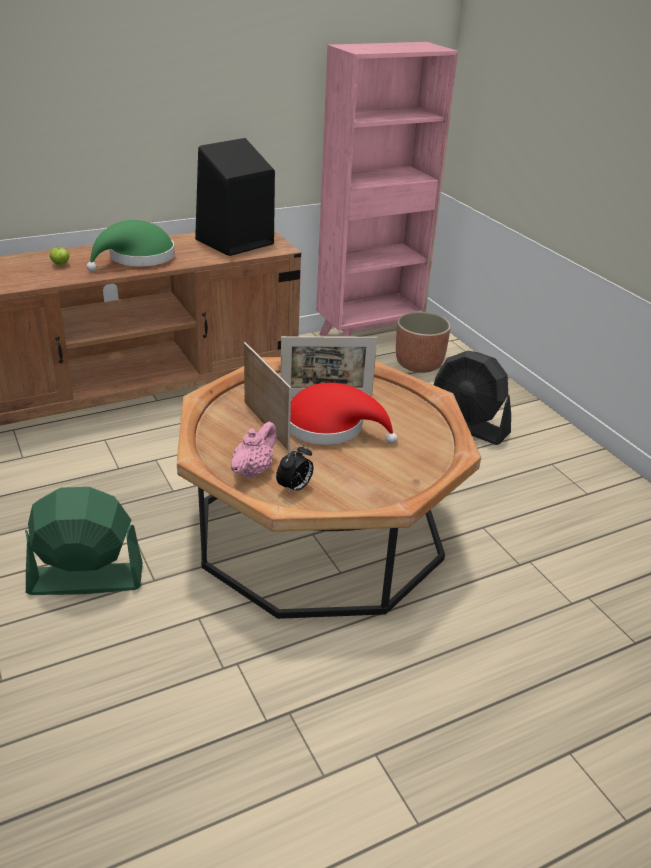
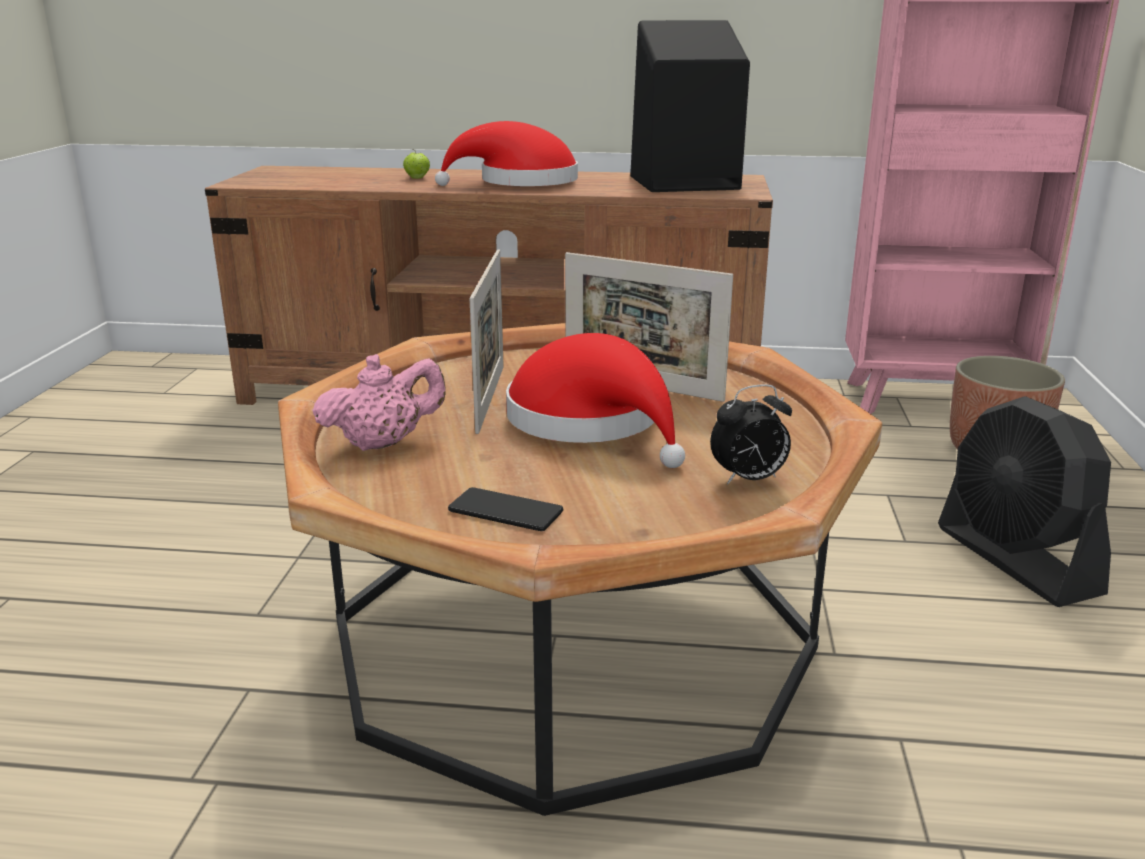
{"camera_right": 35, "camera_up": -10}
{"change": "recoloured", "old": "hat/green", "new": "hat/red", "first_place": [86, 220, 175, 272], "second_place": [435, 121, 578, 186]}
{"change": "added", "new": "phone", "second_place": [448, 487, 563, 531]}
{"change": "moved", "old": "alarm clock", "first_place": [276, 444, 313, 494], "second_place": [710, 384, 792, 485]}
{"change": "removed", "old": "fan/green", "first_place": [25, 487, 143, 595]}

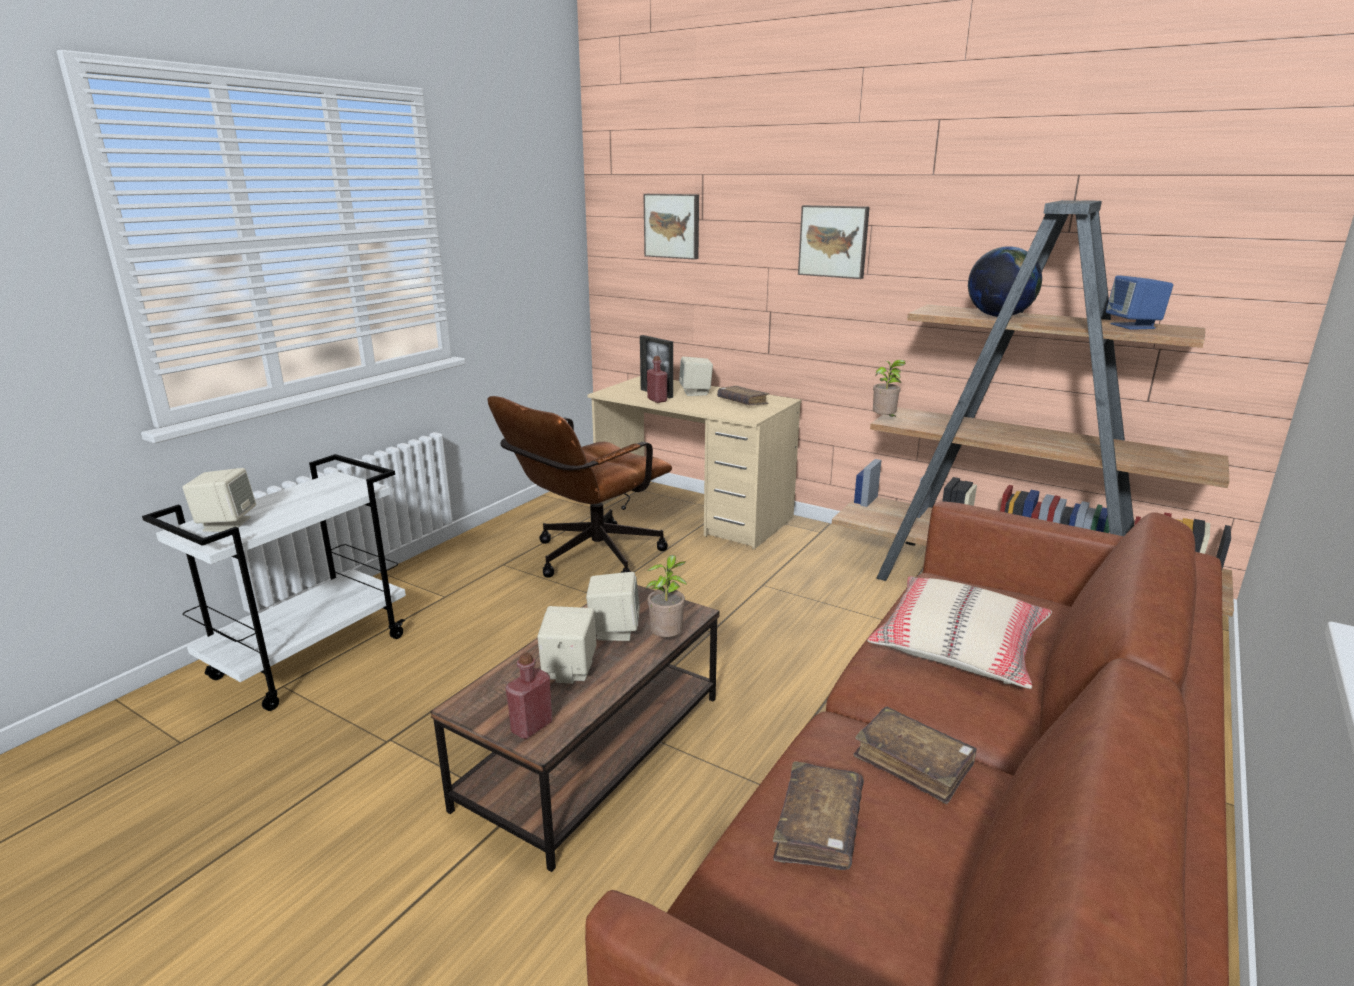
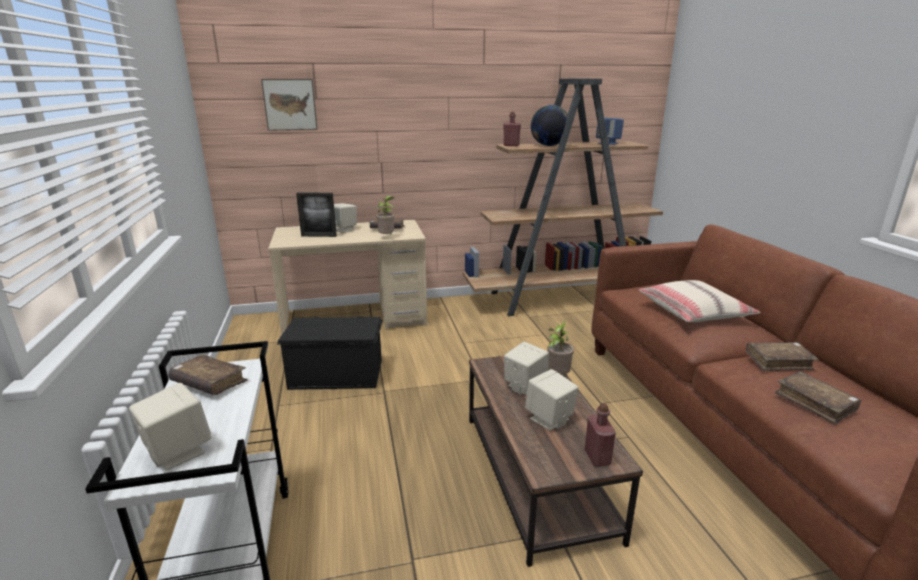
{"camera_right": -45, "camera_up": 0}
{"change": "added", "new": "book/brown", "second_place": [168, 354, 247, 395]}
{"change": "replaced", "old": "office chair/brown", "new": "storage box/black", "first_place": [488, 396, 672, 578], "second_place": [277, 316, 383, 390]}
{"change": "moved", "old": "potted plant", "first_place": [873, 360, 906, 417], "second_place": [375, 196, 395, 234]}
{"change": "moved", "old": "bottle/red", "first_place": [647, 356, 667, 403], "second_place": [503, 112, 521, 146]}
{"change": "removed", "old": "picture", "first_place": [798, 205, 870, 279]}

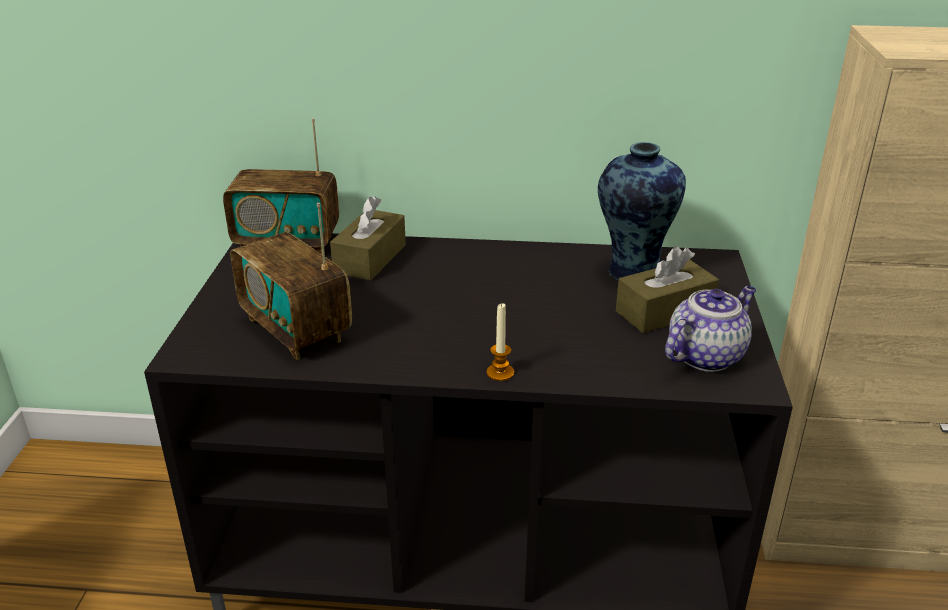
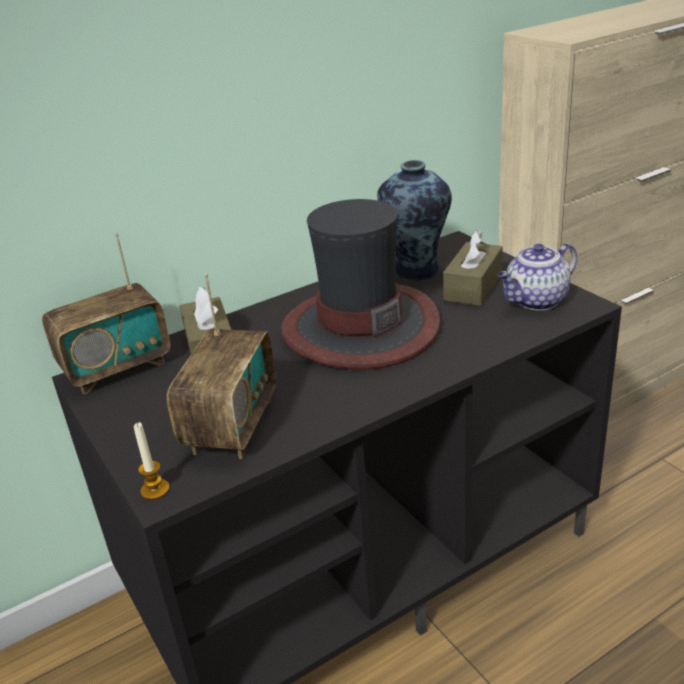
{"camera_right": -35, "camera_up": 0}
{"change": "moved", "old": "candle", "first_place": [487, 303, 514, 381], "second_place": [134, 422, 169, 500]}
{"change": "turned", "old": "radio", "first_place": [230, 203, 352, 360], "second_place": [167, 273, 276, 459], "degrees": -90}
{"change": "added", "new": "hat", "second_place": [281, 199, 441, 370]}
{"change": "turned", "old": "teapot", "first_place": [665, 286, 756, 372], "second_place": [498, 243, 577, 310], "degrees": -135}

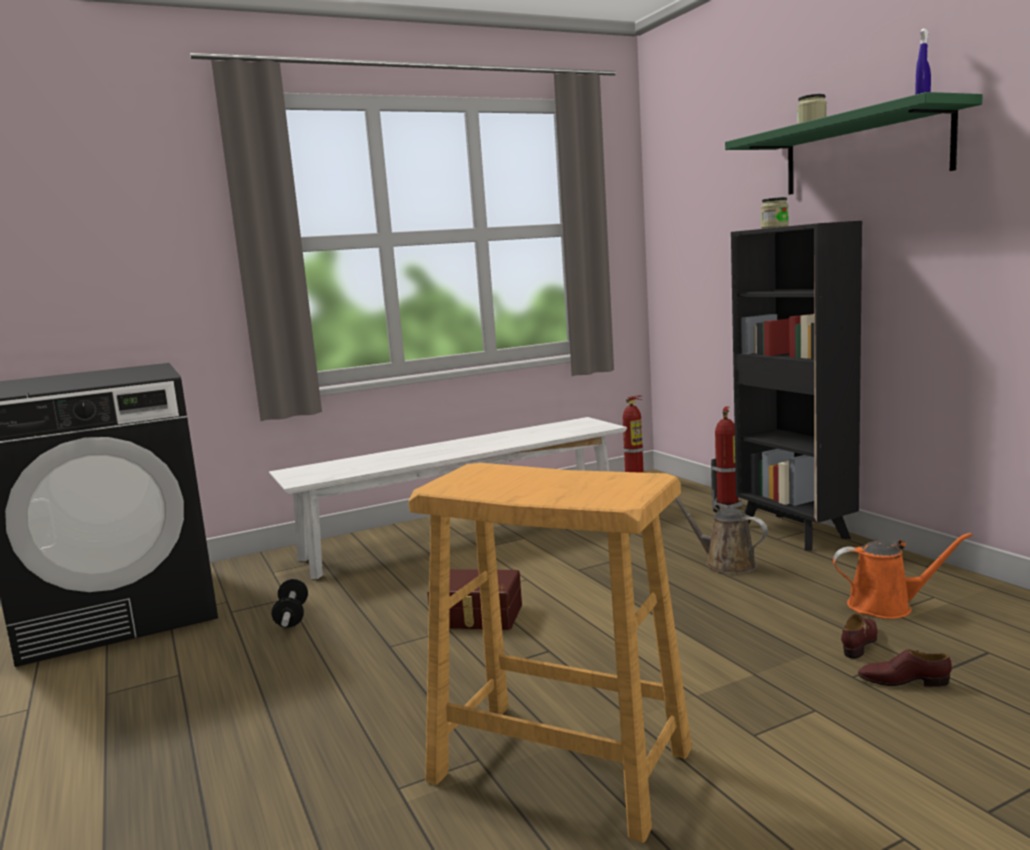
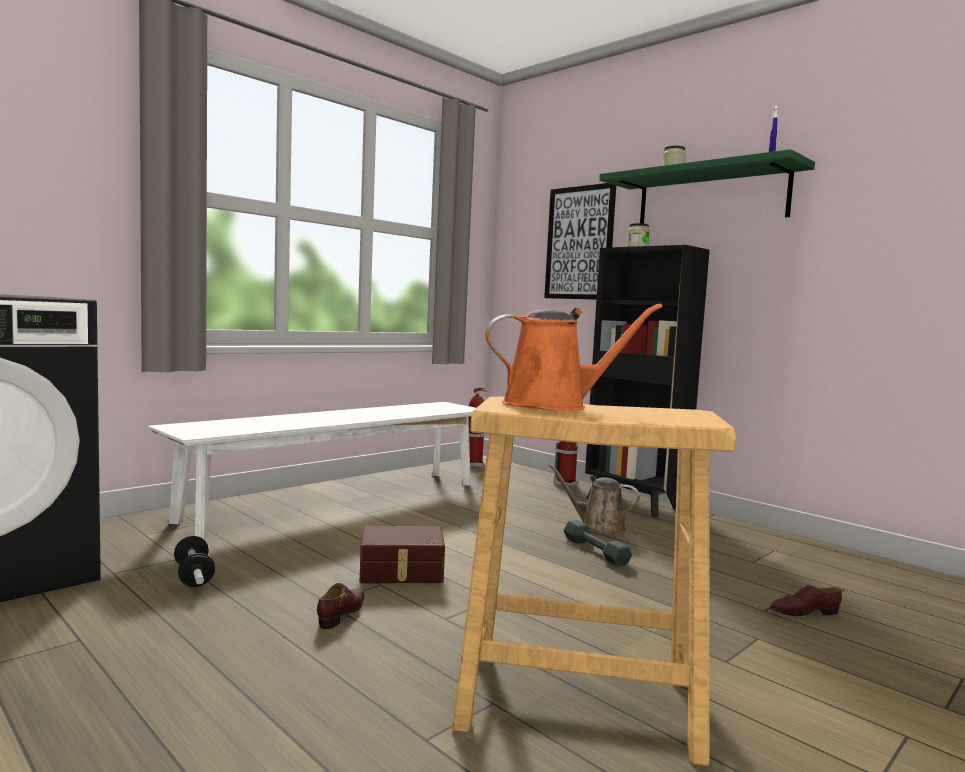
{"camera_right": -20, "camera_up": -5}
{"change": "moved", "old": "shoe/brown", "first_place": [841, 614, 878, 659], "second_place": [317, 583, 365, 629]}
{"change": "moved", "old": "watering can/orange", "first_place": [833, 533, 972, 619], "second_place": [485, 304, 662, 411]}
{"change": "added", "new": "picture", "second_place": [544, 183, 616, 300]}
{"change": "added", "new": "dumbbell/grey", "second_place": [564, 520, 632, 566]}

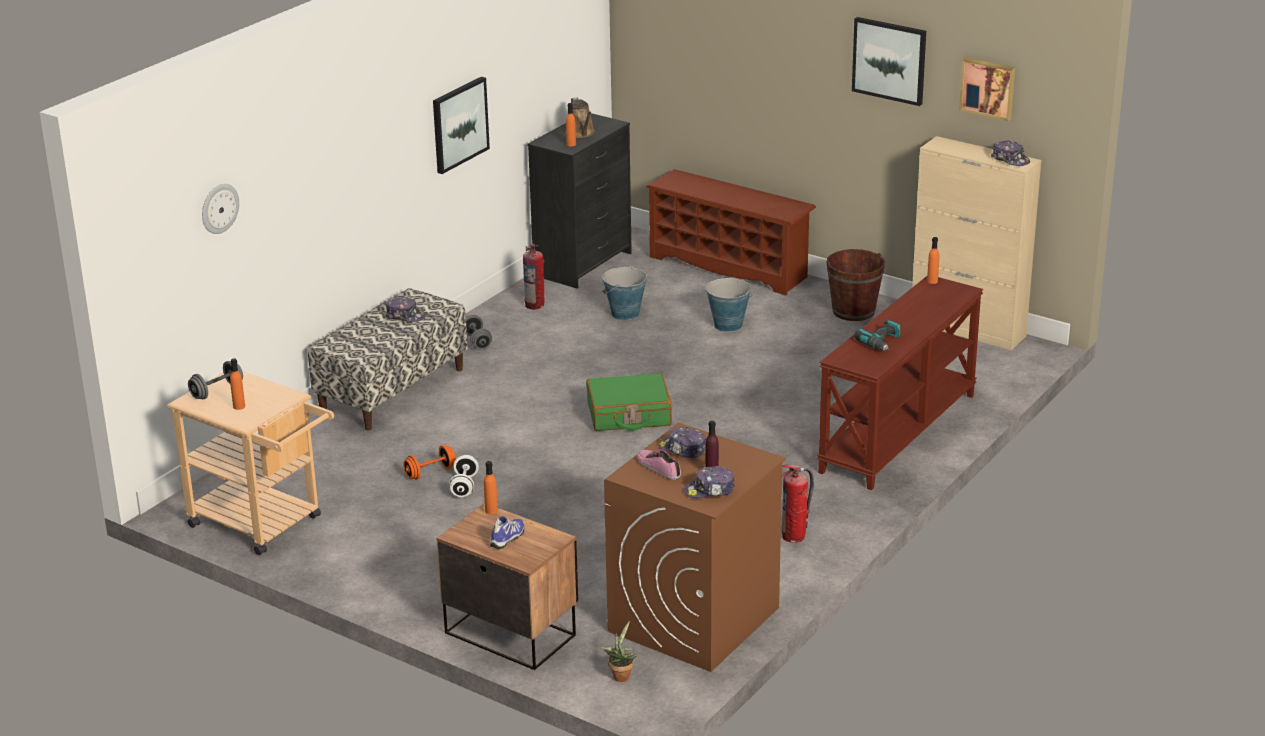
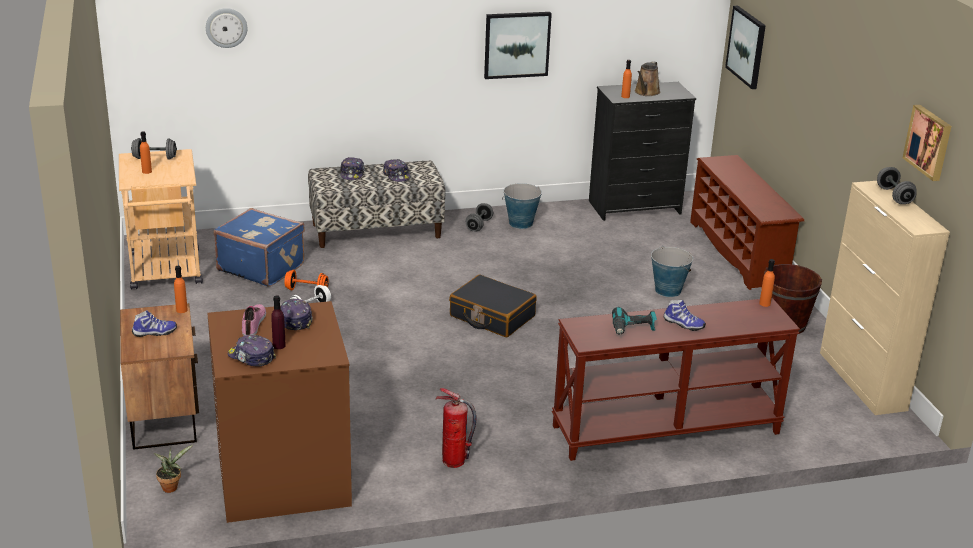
{"camera_right": 40, "camera_up": 0}
{"change": "added", "new": "suitcase/blue", "second_place": [214, 208, 305, 287]}
{"change": "moved", "old": "cap", "first_place": [991, 140, 1030, 166], "second_place": [340, 157, 365, 180]}
{"change": "recoloured", "old": "suitcase/green", "new": "suitcase/black", "first_place": [586, 373, 672, 431], "second_place": [449, 275, 537, 337]}
{"change": "moved", "old": "bucket", "first_place": [602, 266, 647, 320], "second_place": [502, 183, 542, 229]}
{"change": "added", "new": "shoe", "second_place": [664, 300, 706, 331]}
{"change": "moved", "old": "picture", "first_place": [852, 17, 926, 106], "second_place": [725, 6, 766, 89]}
{"change": "added", "new": "dumbbell/grey", "second_place": [877, 167, 917, 204]}
{"change": "removed", "old": "fire extinguisher", "first_place": [523, 244, 544, 310]}

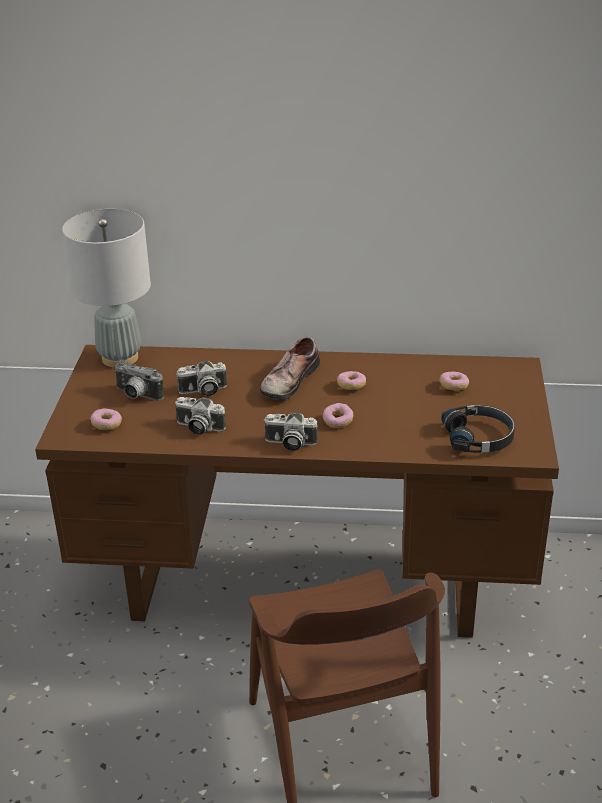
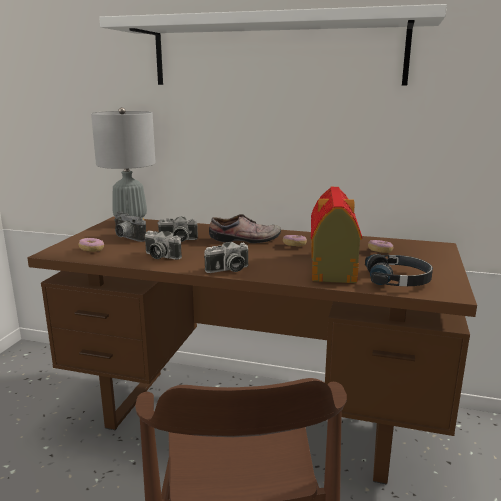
{"camera_right": 10, "camera_up": -15}
{"change": "added", "new": "shelf/white", "second_place": [99, 4, 447, 85]}
{"change": "turned", "old": "photo camera", "first_place": [264, 412, 318, 451], "second_place": [204, 242, 248, 273], "degrees": -45}
{"change": "turned", "old": "shoe", "first_place": [260, 337, 320, 400], "second_place": [209, 214, 281, 243], "degrees": -135}
{"change": "added", "new": "toy house", "second_place": [311, 187, 362, 283]}
{"change": "removed", "old": "donut", "first_place": [323, 403, 353, 428]}

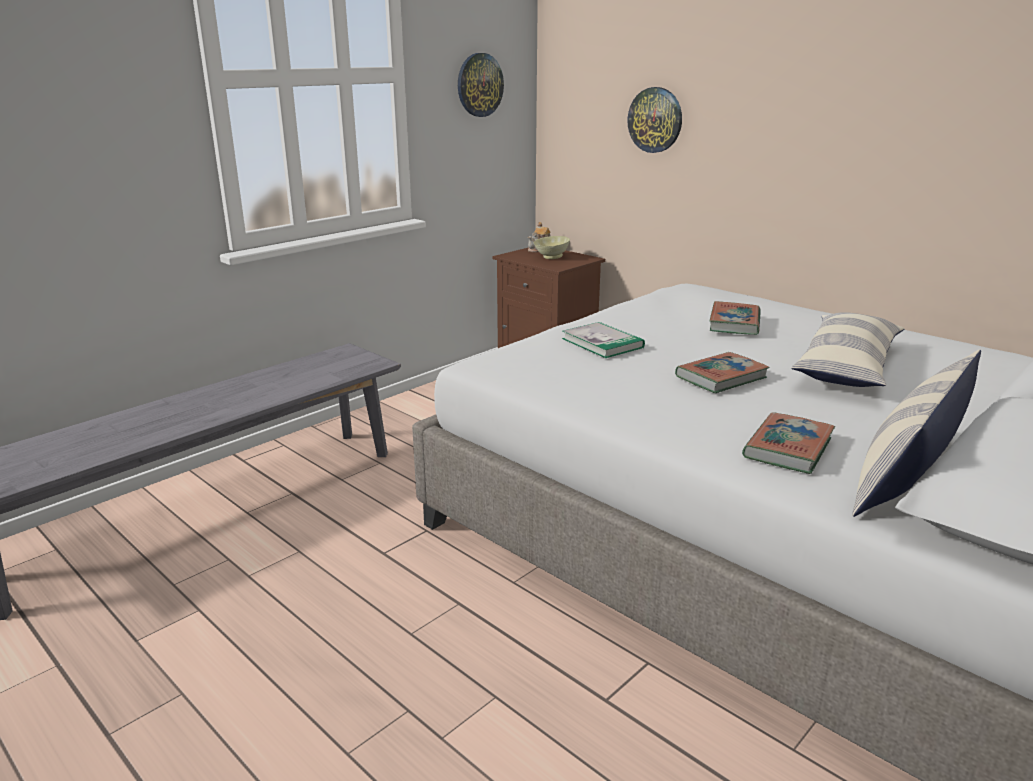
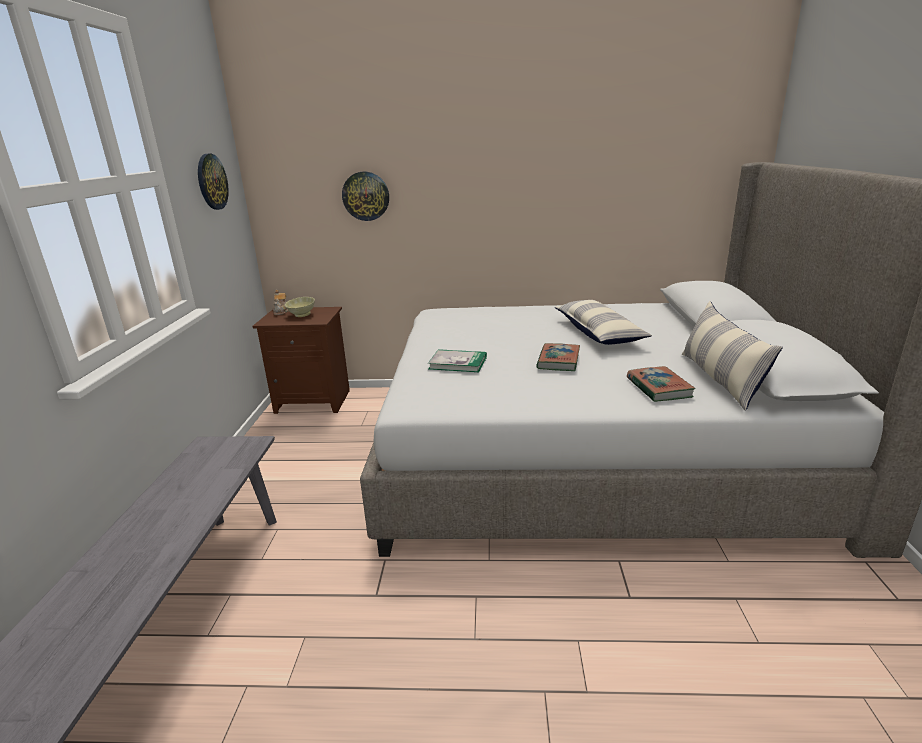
{"camera_right": -40, "camera_up": 0}
{"change": "removed", "old": "book", "first_place": [709, 301, 761, 335]}

